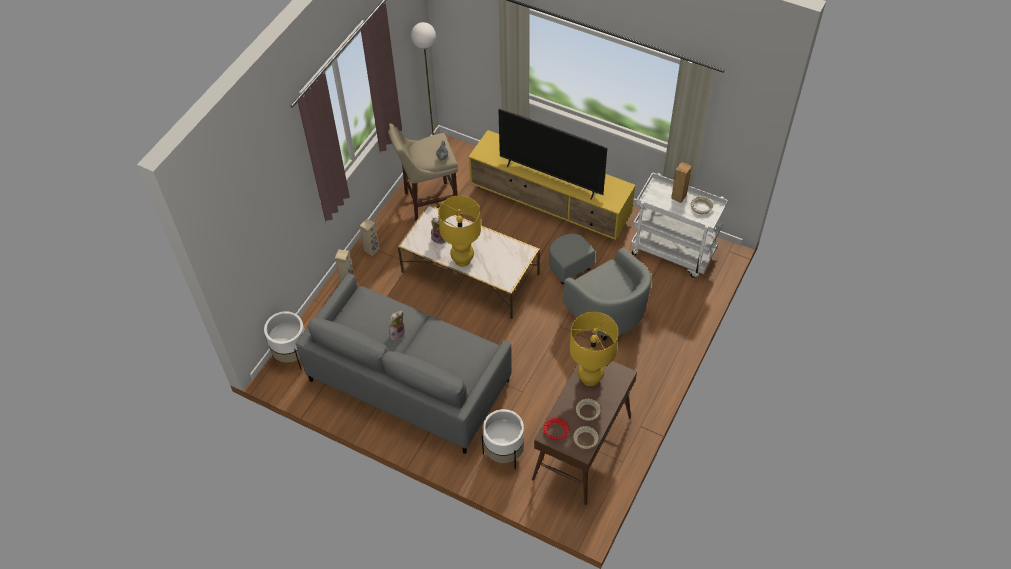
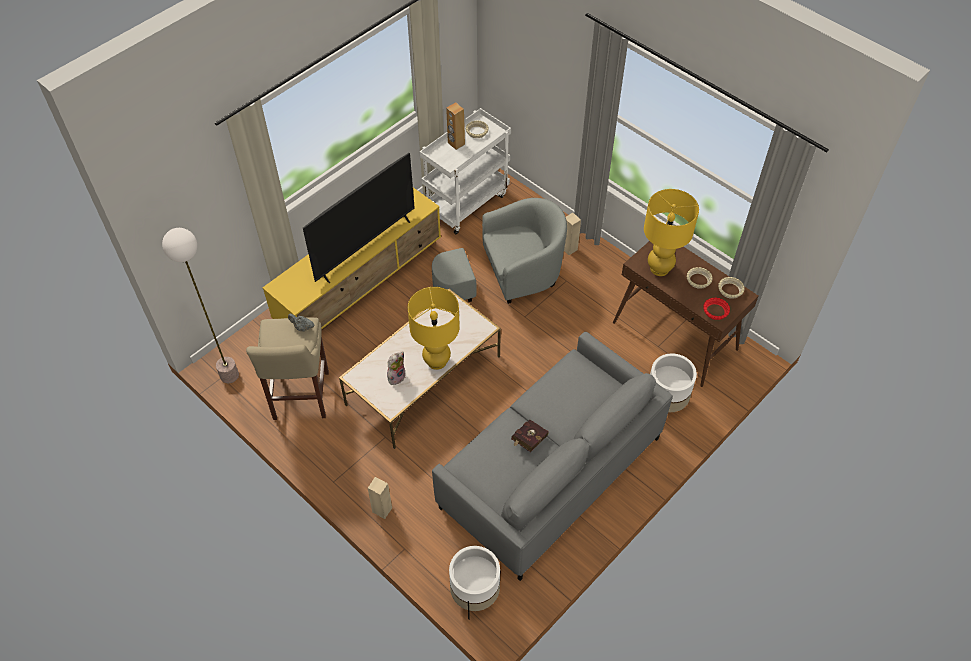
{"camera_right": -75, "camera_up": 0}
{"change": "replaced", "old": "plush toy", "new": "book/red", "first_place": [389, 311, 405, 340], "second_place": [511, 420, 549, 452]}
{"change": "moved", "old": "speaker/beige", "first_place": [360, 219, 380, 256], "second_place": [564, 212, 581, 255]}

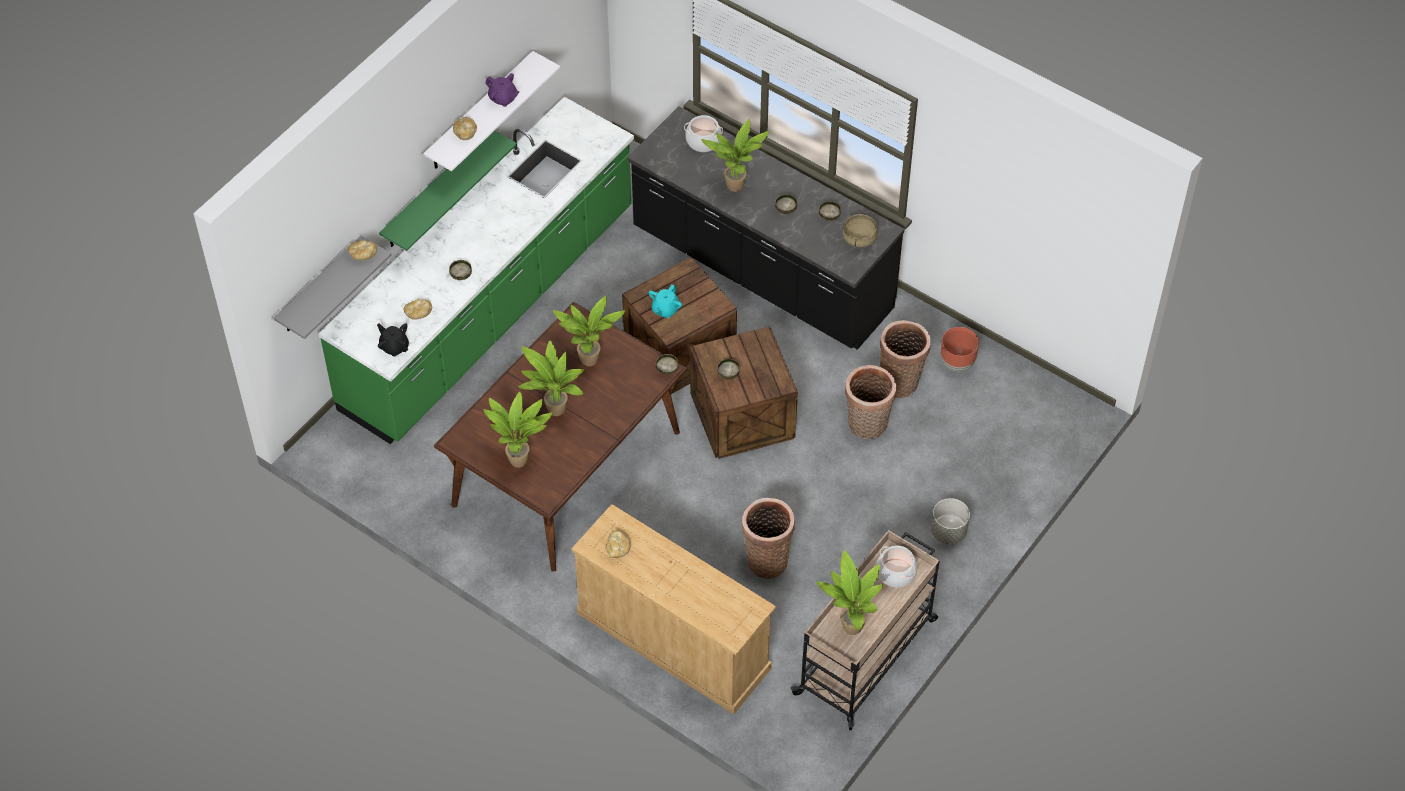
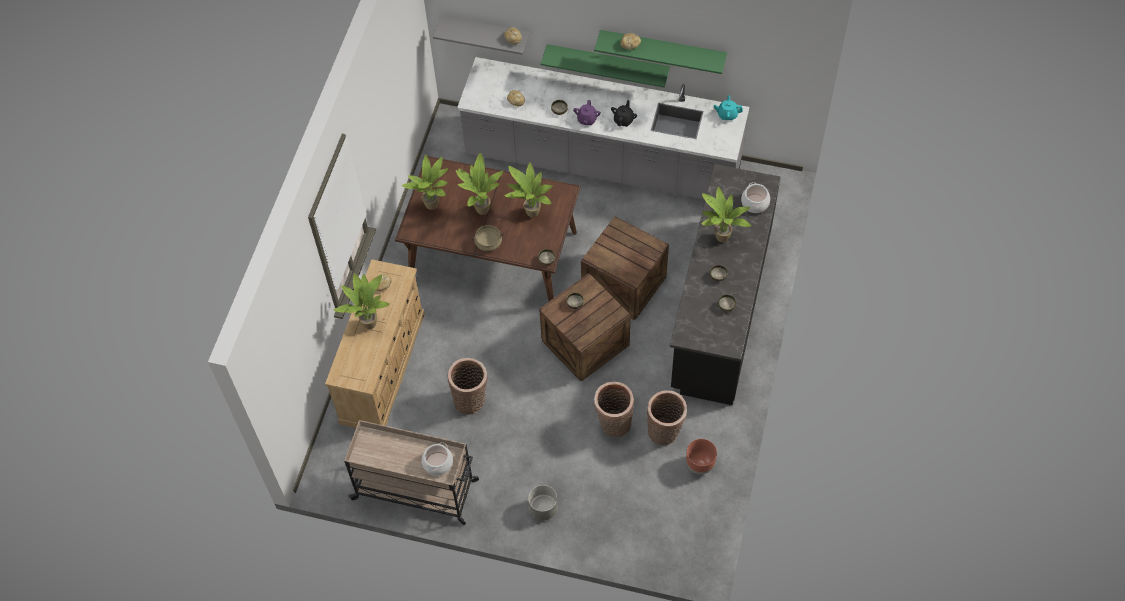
{"camera_right": 70, "camera_up": 5}
{"change": "moved", "old": "potted plant", "first_place": [816, 550, 883, 635], "second_place": [334, 273, 390, 329]}
{"change": "recoloured", "old": "counter/green", "new": "counter/grey", "first_place": [318, 97, 634, 444], "second_place": [457, 57, 749, 199]}
{"change": "moved", "old": "cooking pot/beige", "first_place": [842, 213, 878, 247], "second_place": [472, 225, 504, 251]}
{"change": "moved", "old": "teapot/purple", "first_place": [485, 73, 520, 107], "second_place": [573, 100, 601, 125]}
{"change": "recoloured", "old": "shelf/white", "new": "shelf/green", "first_place": [424, 51, 560, 171], "second_place": [594, 30, 727, 74]}
{"change": "moved", "old": "teapot/black", "first_place": [377, 323, 409, 356], "second_place": [611, 100, 637, 127]}
{"change": "moved", "old": "teapot/turquoise", "first_place": [649, 285, 682, 318], "second_place": [714, 95, 743, 120]}

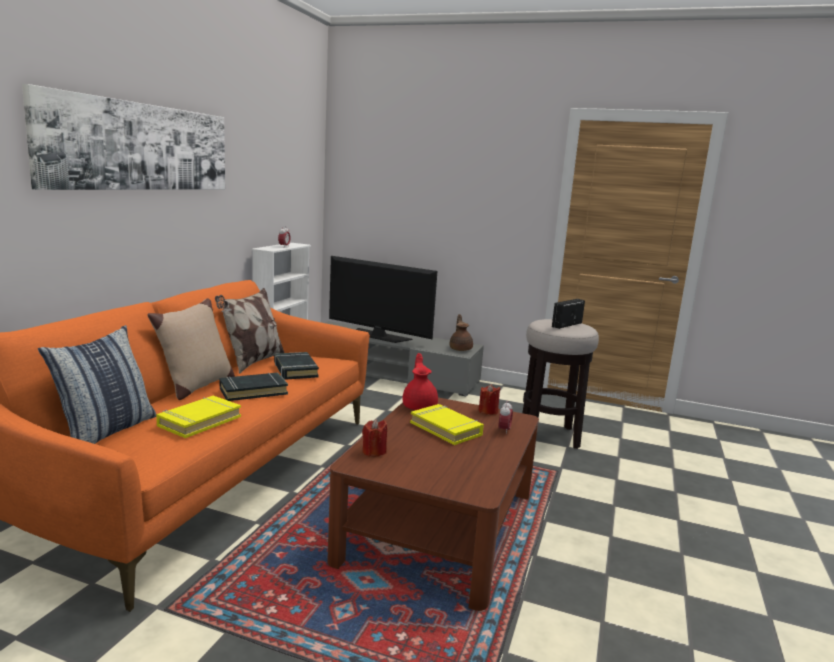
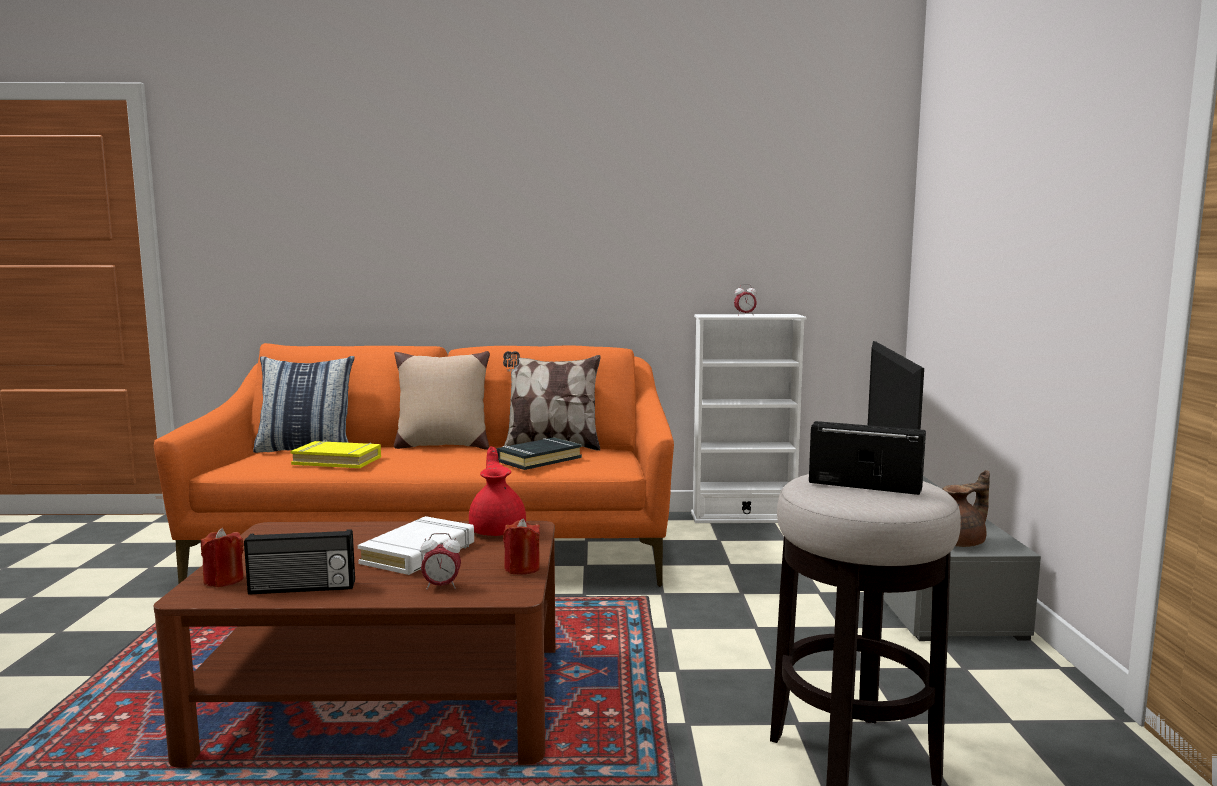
{"camera_right": 70, "camera_up": -5}
{"change": "moved", "old": "candle/red", "first_place": [362, 419, 387, 457], "second_place": [201, 528, 244, 587]}
{"change": "added", "new": "radio", "second_place": [244, 529, 355, 595]}
{"change": "recoloured", "old": "book/yellow", "new": "book/white", "first_place": [410, 404, 484, 445], "second_place": [358, 516, 474, 575]}
{"change": "turned", "old": "teapot/red", "first_place": [402, 353, 438, 410], "second_place": [469, 447, 526, 536], "degrees": -75}
{"change": "removed", "old": "picture", "first_place": [22, 84, 225, 190]}
{"change": "removed", "old": "book/black", "first_place": [219, 372, 288, 401]}

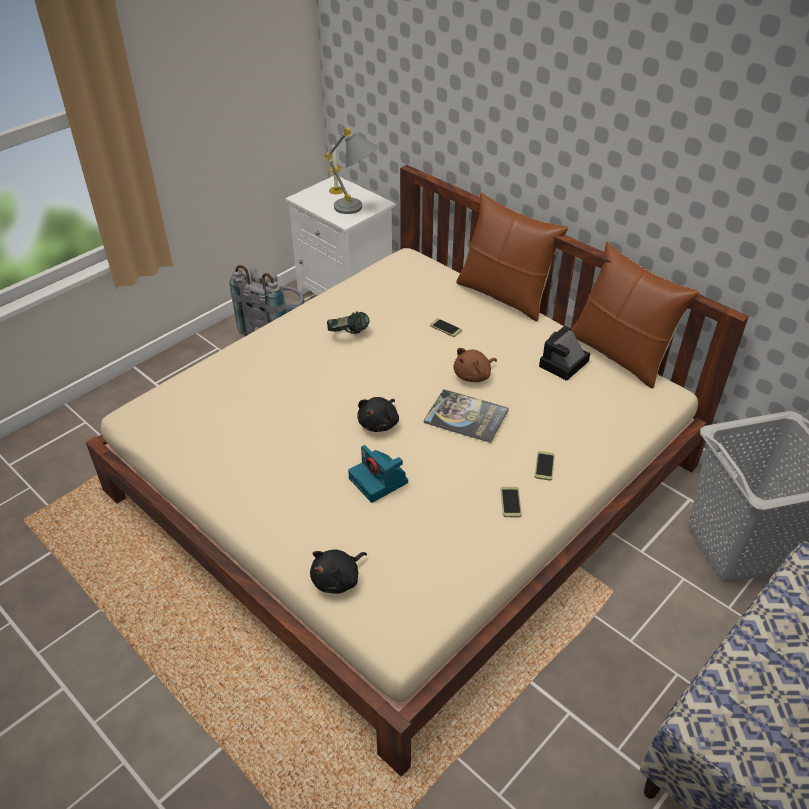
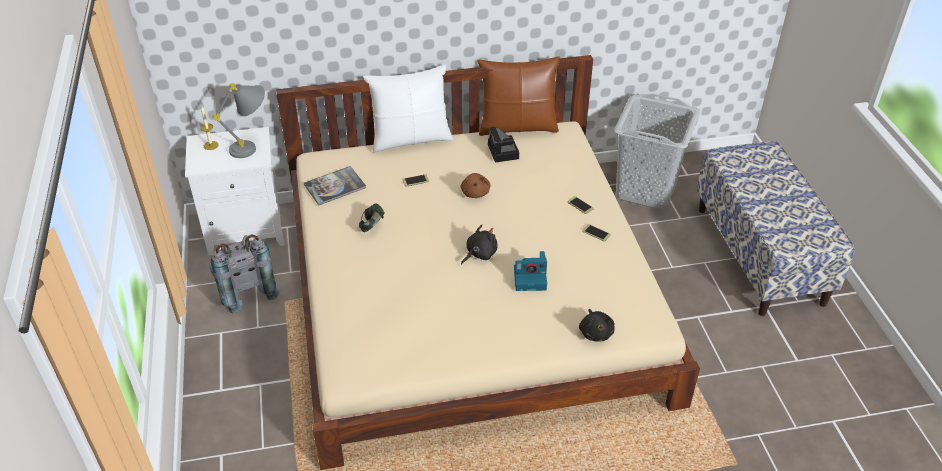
{"camera_right": -55, "camera_up": 0}
{"change": "moved", "old": "book", "first_place": [424, 389, 509, 443], "second_place": [304, 166, 366, 205]}
{"change": "recoloured", "old": "pillow/brown", "new": "pillow/white", "first_place": [456, 192, 568, 321], "second_place": [363, 64, 453, 152]}
{"change": "turned", "old": "plush toy/black", "first_place": [357, 397, 399, 432], "second_place": [461, 224, 497, 265], "degrees": -105}

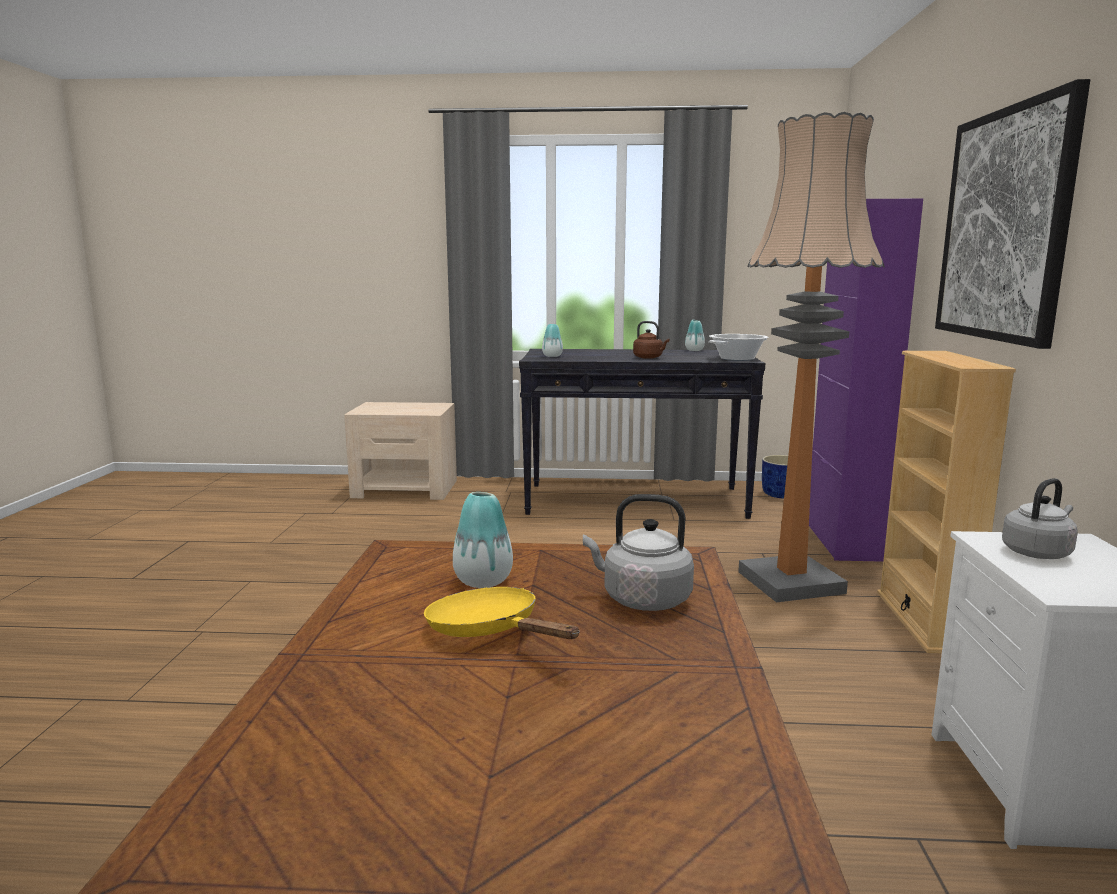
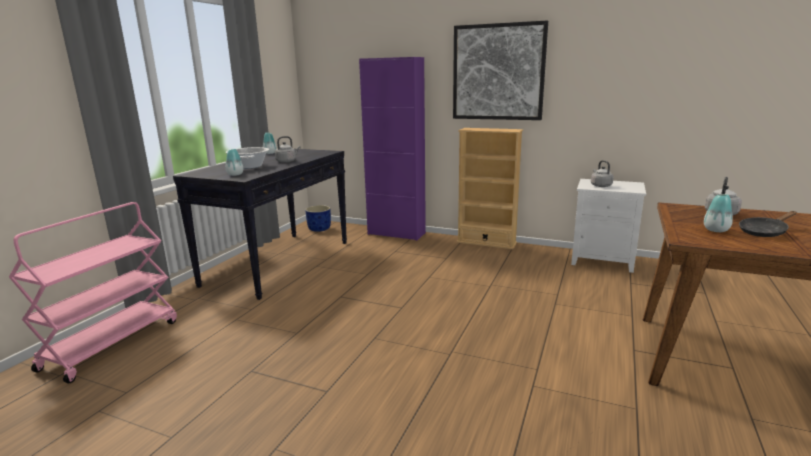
{"camera_right": -70, "camera_up": 5}
{"change": "replaced", "old": "nightstand/beige", "new": "cart/pink", "first_place": [344, 402, 457, 500], "second_place": [9, 202, 177, 383]}
{"change": "moved", "old": "cooking pot", "first_place": [709, 334, 769, 361], "second_place": [226, 147, 269, 169]}
{"change": "recoloured", "old": "kettle/brown", "new": "kettle/grey", "first_place": [633, 321, 670, 359], "second_place": [275, 136, 300, 163]}
{"change": "recoloured", "old": "frying pan/yellow", "new": "frying pan/black", "first_place": [424, 587, 580, 639], "second_place": [739, 211, 796, 237]}
{"change": "removed", "old": "floor lamp", "first_place": [738, 112, 885, 602]}

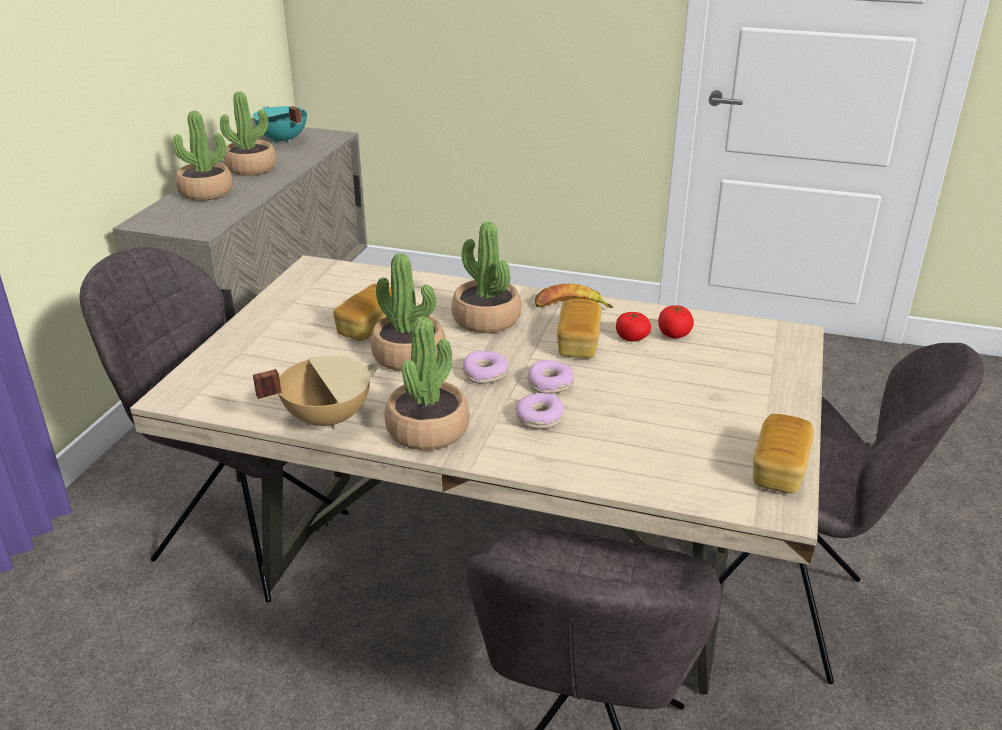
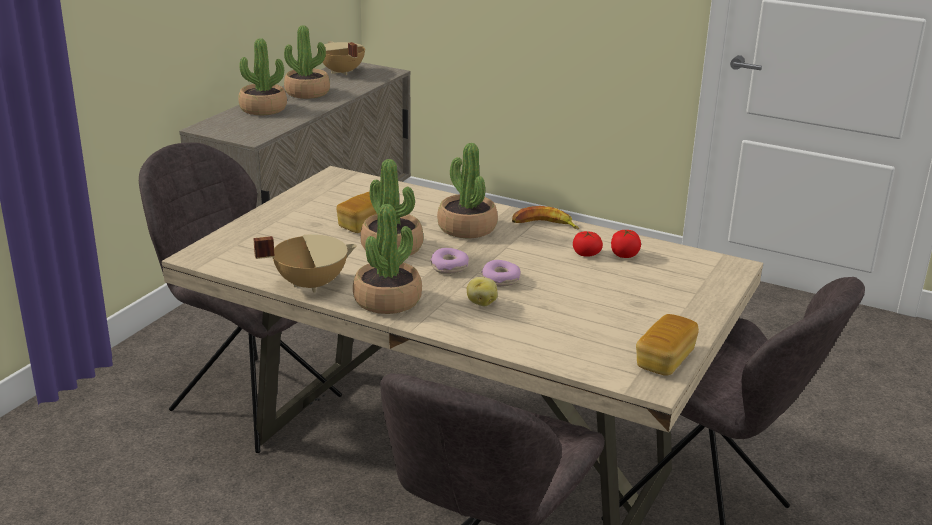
{"camera_right": 10, "camera_up": -5}
{"change": "recoloured", "old": "cooking pot/turquoise", "new": "cooking pot/beige", "first_place": [253, 106, 307, 144], "second_place": [317, 41, 365, 75]}
{"change": "replaced", "old": "donut", "new": "potato", "first_place": [515, 393, 564, 429], "second_place": [467, 277, 498, 306]}
{"change": "removed", "old": "bread", "first_place": [557, 299, 602, 358]}

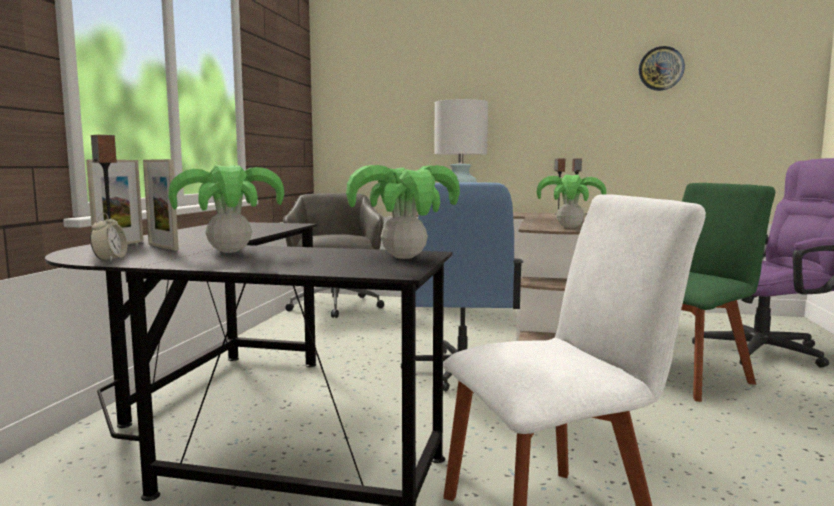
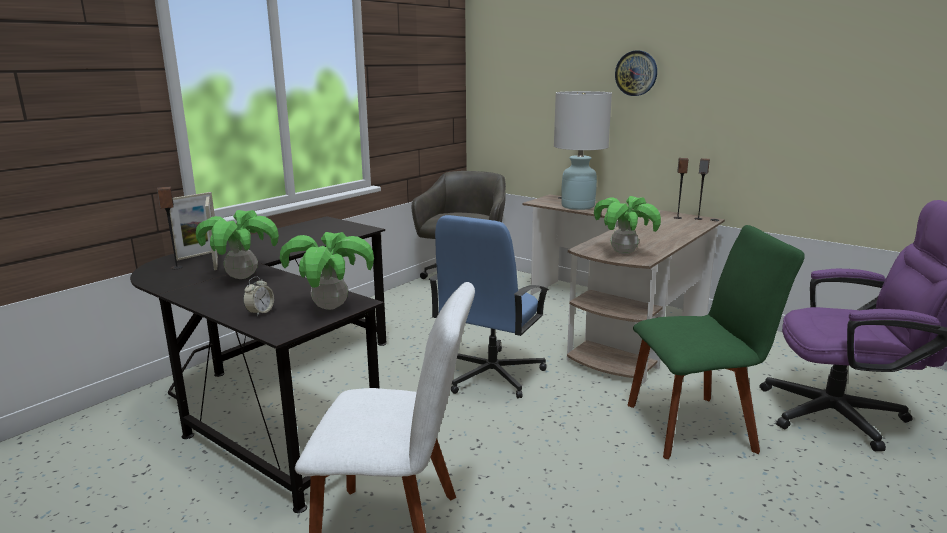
{"camera_right": 25, "camera_up": 10}
{"change": "moved", "old": "alarm clock", "first_place": [90, 213, 127, 262], "second_place": [243, 277, 274, 317]}
{"change": "moved", "old": "wall clock", "first_place": [639, 46, 685, 91], "second_place": [615, 51, 657, 96]}

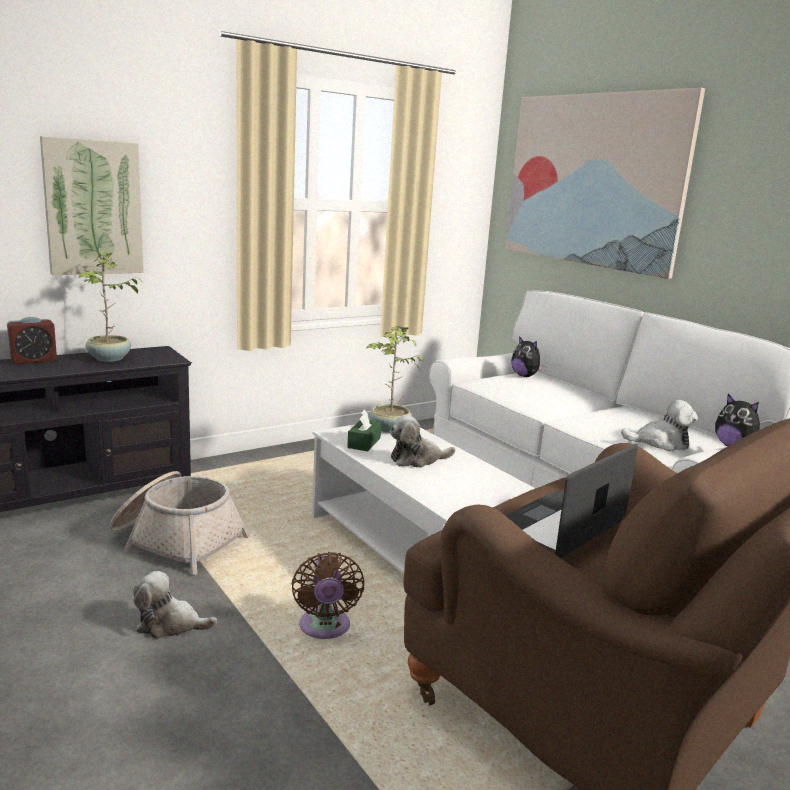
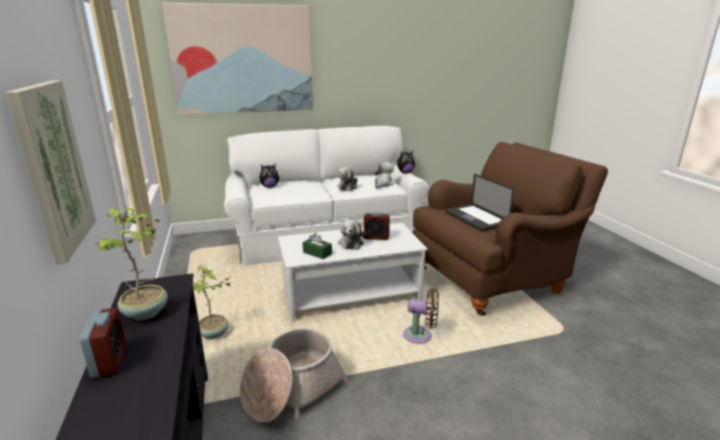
{"camera_right": -70, "camera_up": 5}
{"change": "moved", "old": "potted plant", "first_place": [366, 325, 423, 433], "second_place": [193, 264, 234, 339]}
{"change": "moved", "old": "plush toy", "first_place": [133, 571, 217, 639], "second_place": [337, 167, 358, 191]}
{"change": "added", "new": "alarm clock", "second_place": [364, 212, 390, 240]}

